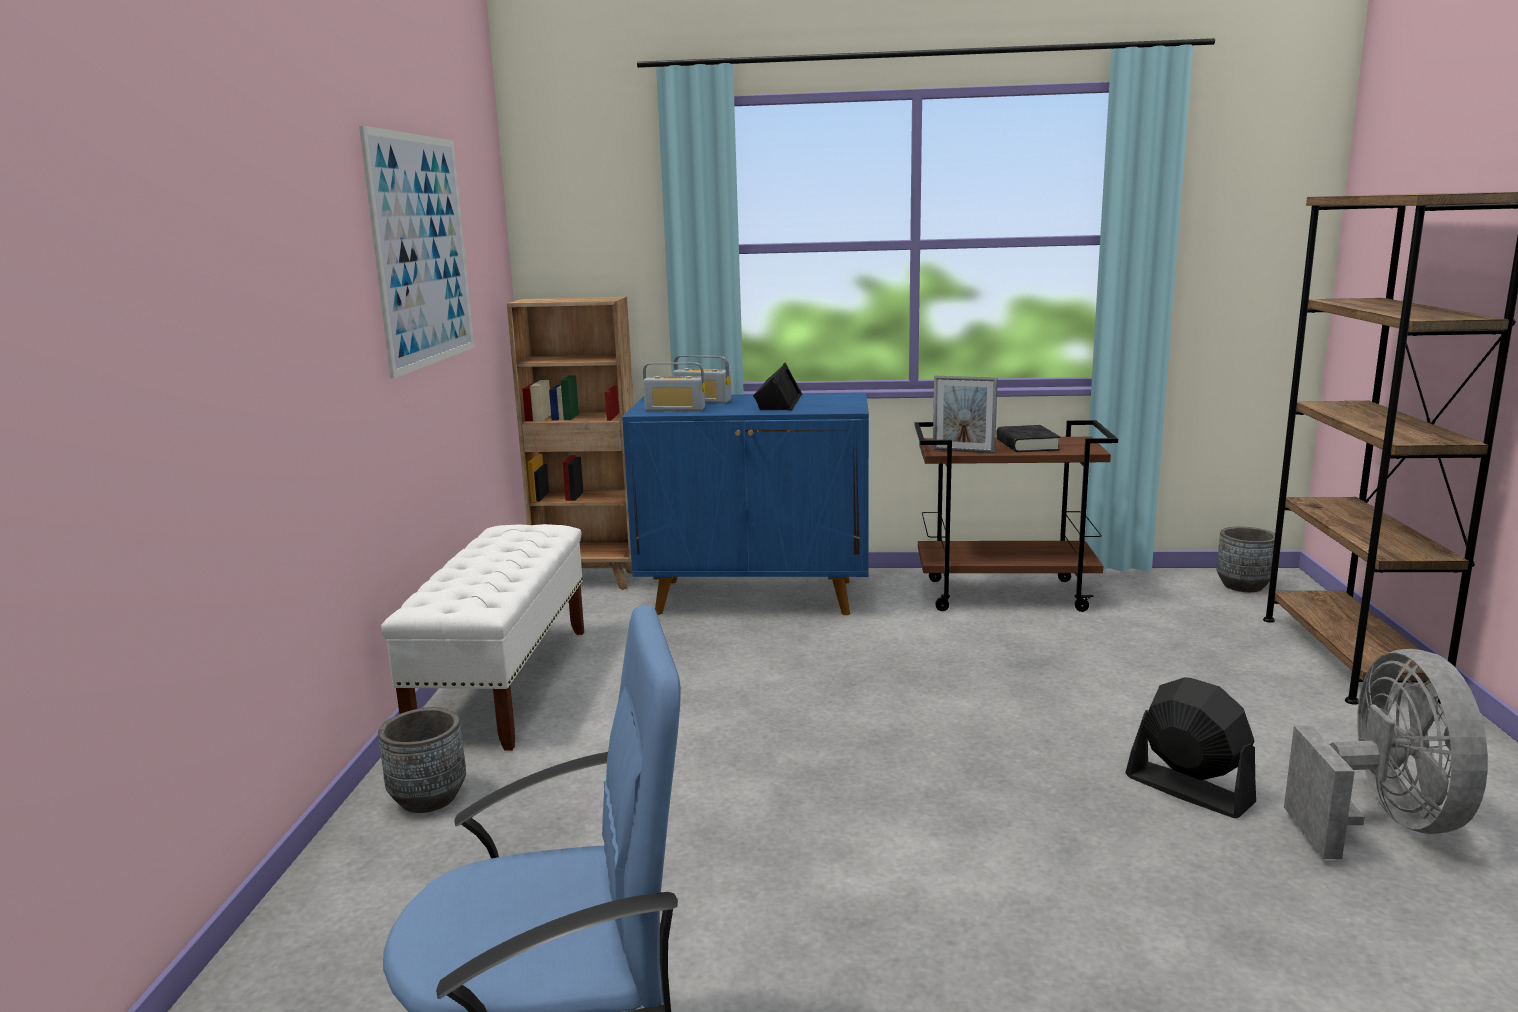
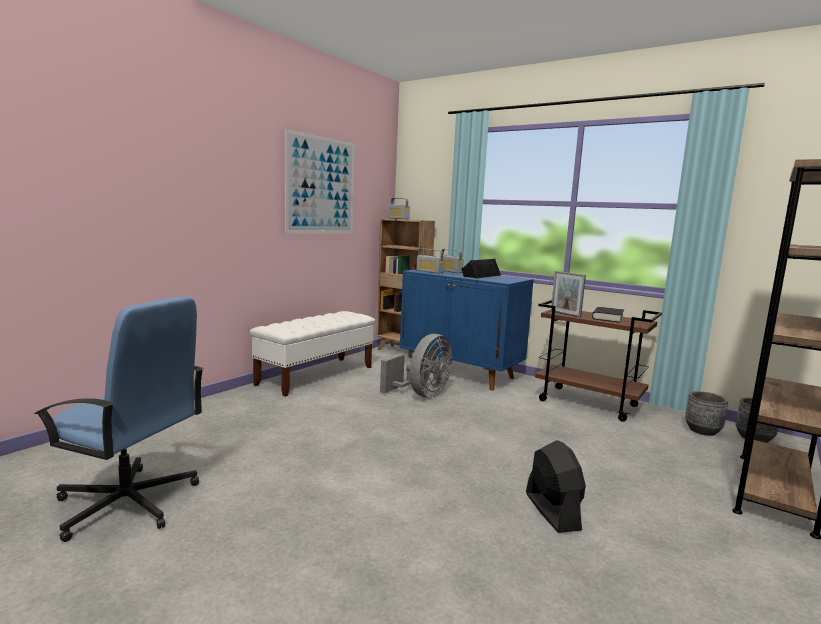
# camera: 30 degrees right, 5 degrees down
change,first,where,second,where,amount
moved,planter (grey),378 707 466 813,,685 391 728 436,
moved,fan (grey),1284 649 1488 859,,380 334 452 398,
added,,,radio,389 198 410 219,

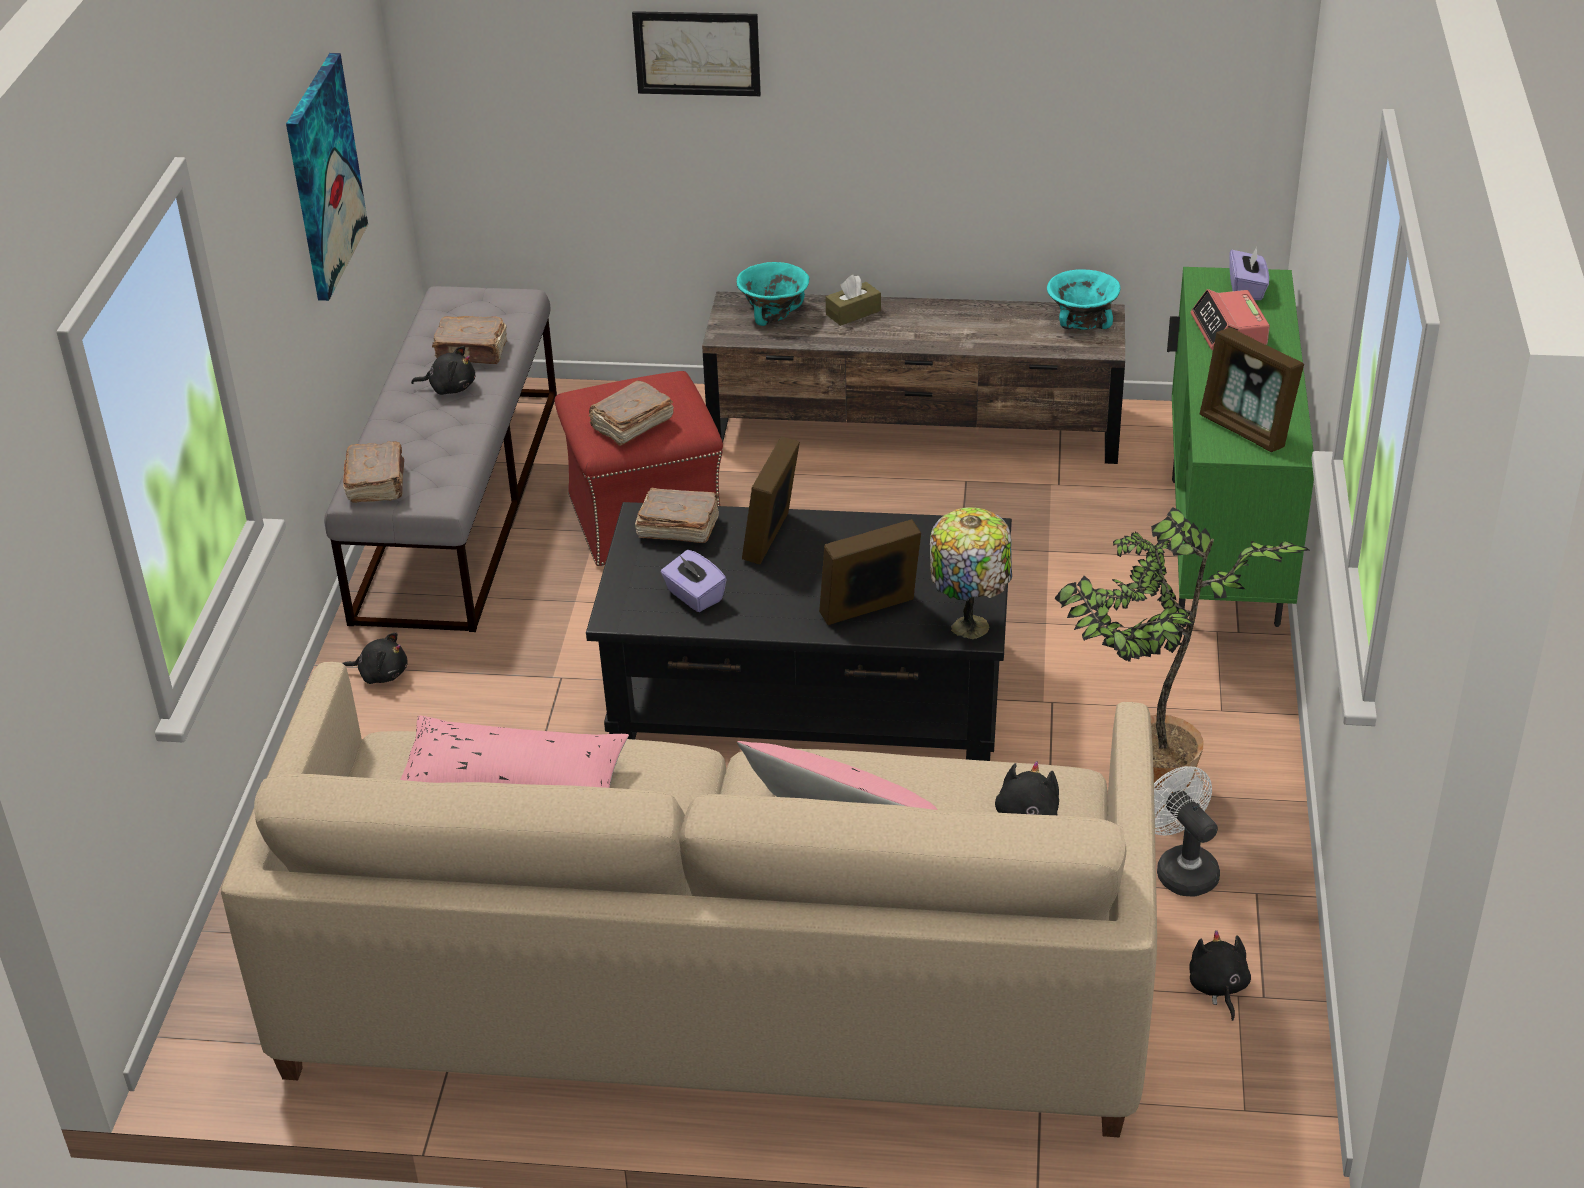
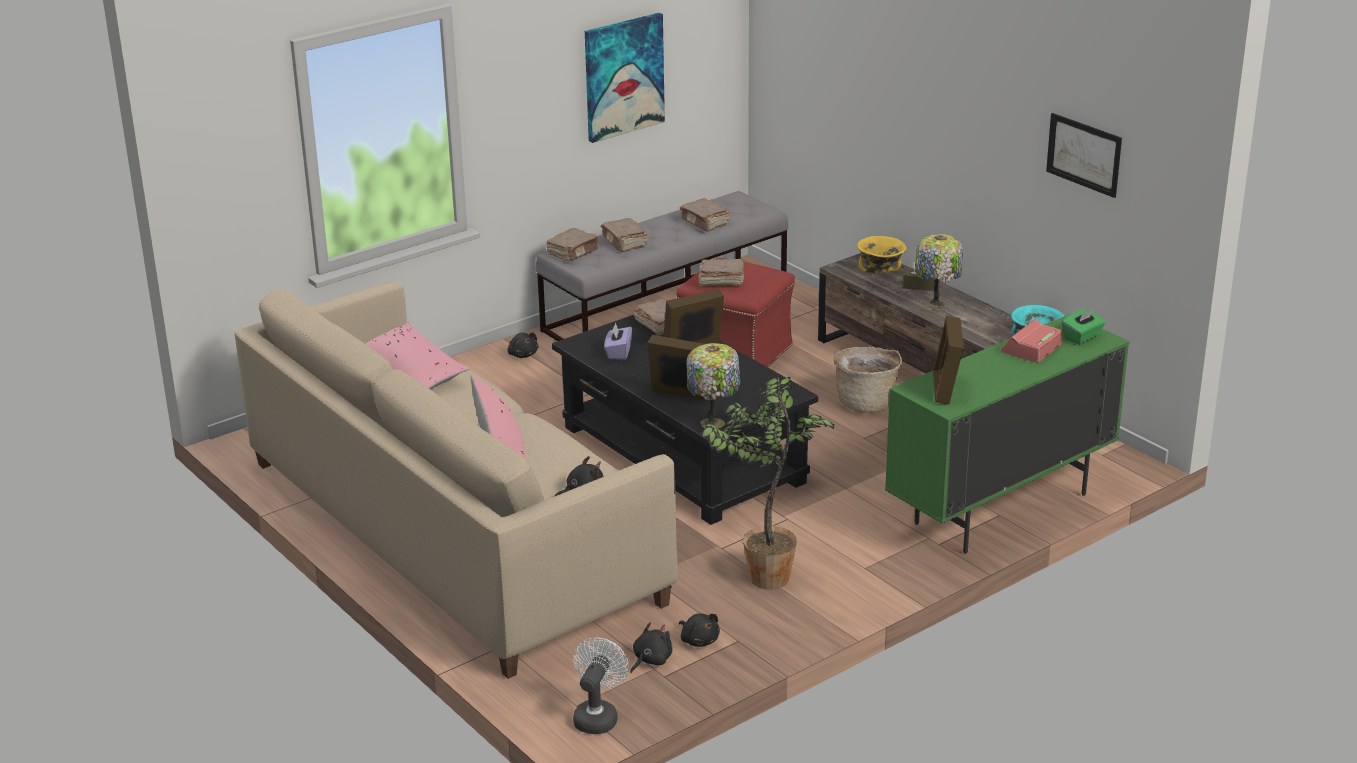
# camera: 45 degrees right, 10 degrees down
change,first,where,second,where,amount
moved,plush toy (black),411 346 475 395,,679 613 720 647,
moved,picture,632 11 761 96,,1046 113 1122 198,
recoloured,bowl (turquoise),737 262 810 326,bowl (yellow),857 236 907 273,
moved,fan (white),1154 766 1220 896,,573 638 629 734,
recoloured,tissue box (purple),1230 246 1269 300,tissue box (green),1062 309 1106 345,
added,,,book (brown),601 218 648 252,
added,,,basket,833 347 902 413,
added,,,table lamp,915 234 963 309,

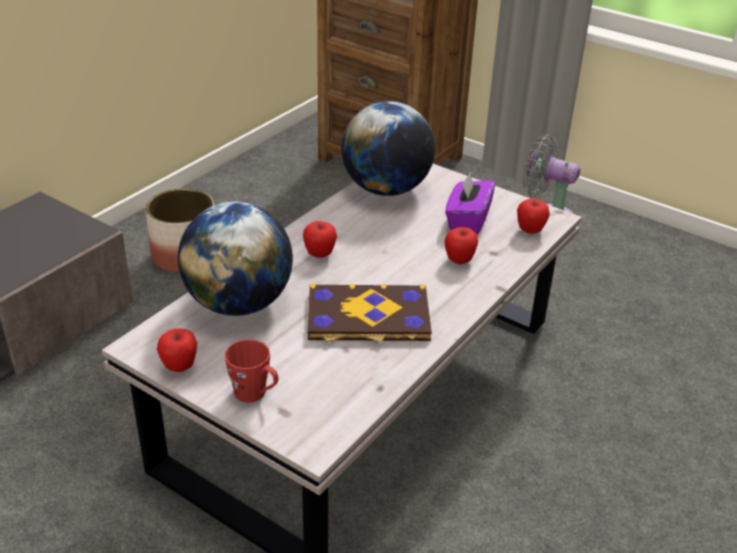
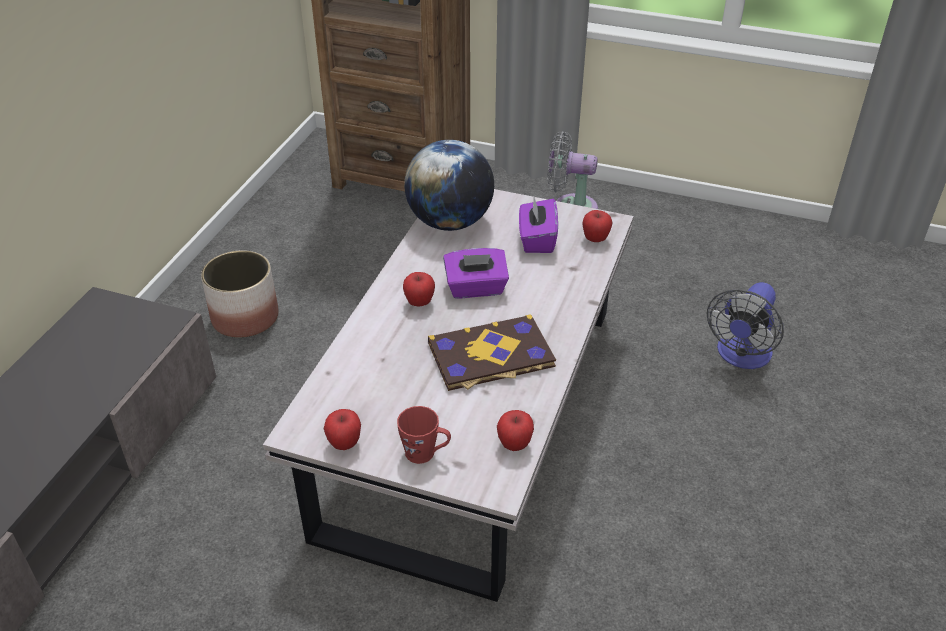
# camera: 15 degrees left, 5 degrees up
change,first,where,second,where,amount
removed,globe,178 202 293 316,,,
moved,apple,444 227 478 264,,497 410 534 451,
added,,,tissue box (purple),443 248 509 298,
added,,,fan,707 282 784 369,

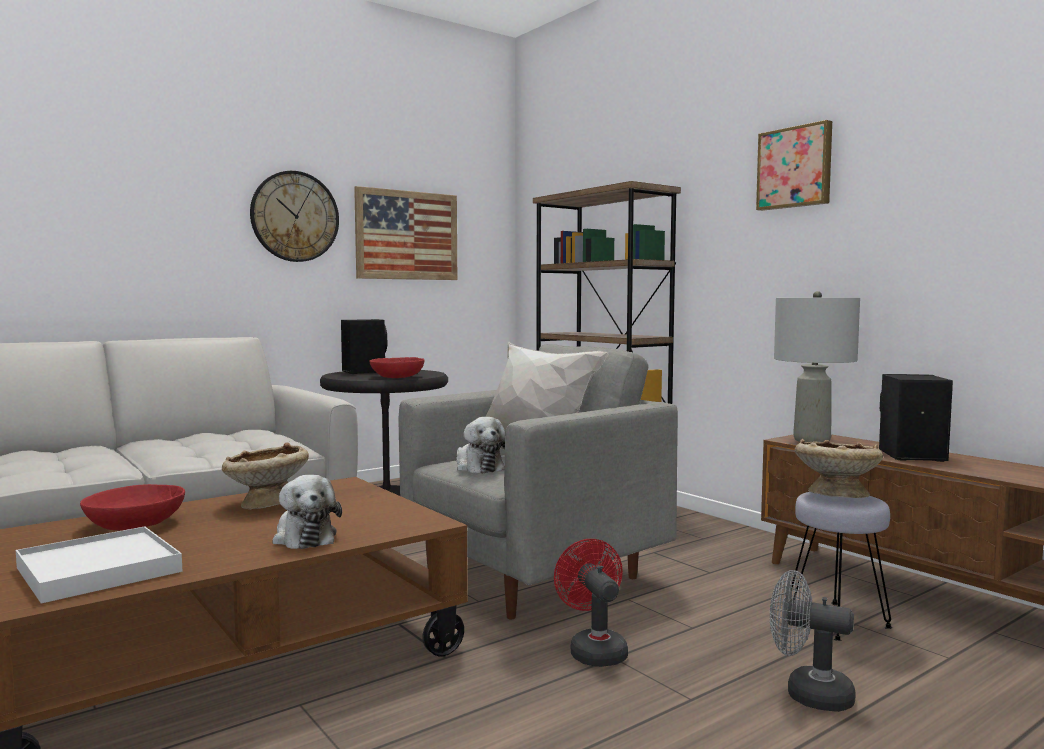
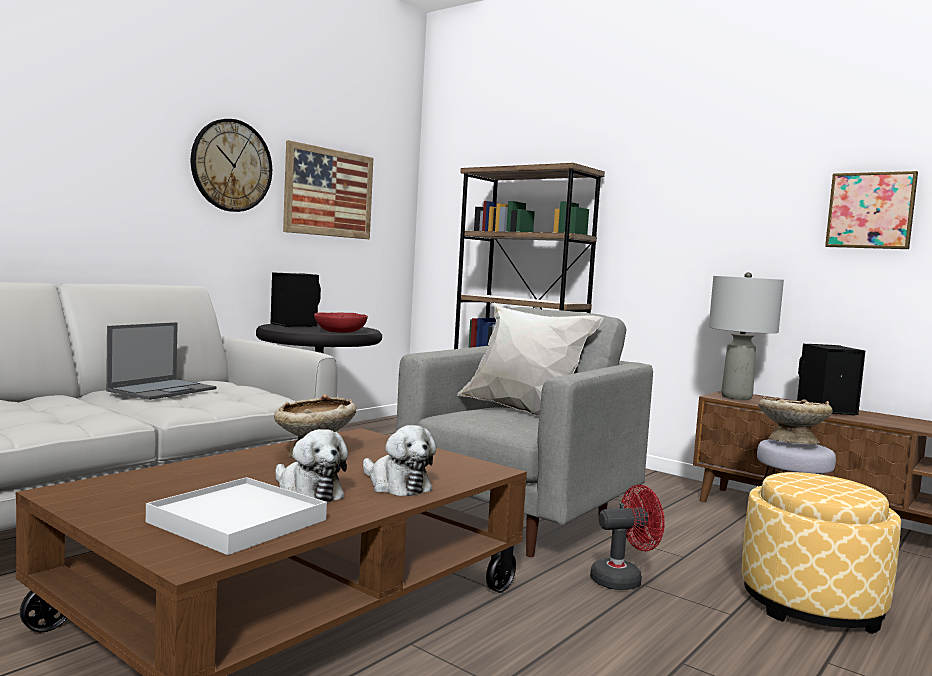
# camera: 15 degrees left, 0 degrees up
change,first,where,second,where,amount
removed,bowl (red),80 484 185 531,,,
moved,plush toy,457 417 505 473,,275 429 348 502,
turned,fan (red),554 539 628 667,,590 485 665 590,105 degrees clockwise
moved,picture,756 120 832 211,,825 171 918 249,
replaced,fan (grey),770 570 856 712,ottoman,741 472 901 634,
added,,,laptop,106 322 217 400,

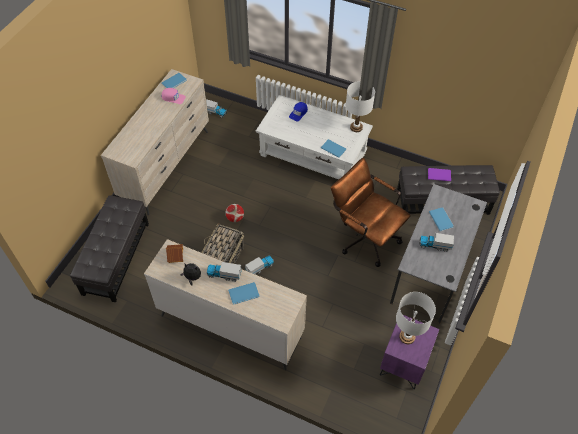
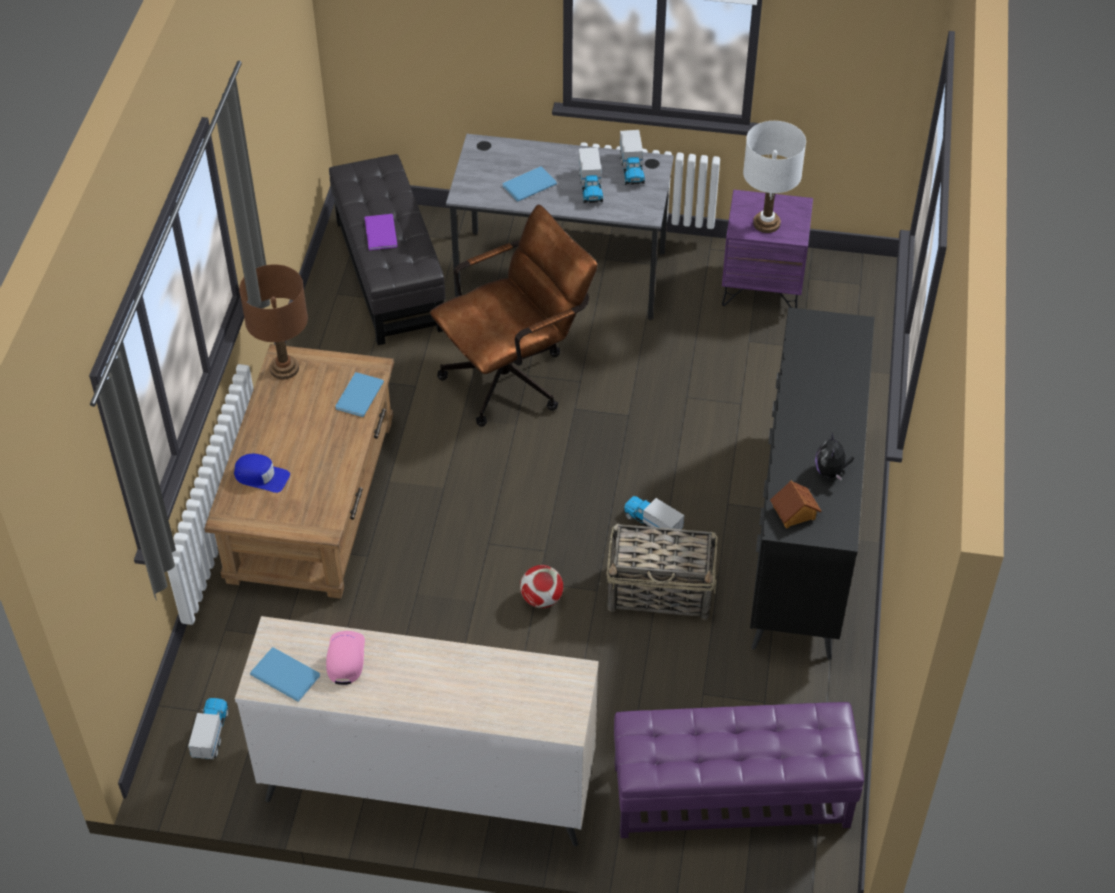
# camera: 105 degrees left, 5 degrees down
change,first,where,second,where,amount
recoloured,ottoman (black),70 195 149 302,ottoman (purple),614 702 864 838,
recoloured,dresser (beige),144 239 307 370,dresser (black),750 307 874 660,
moved,toy truck,207 262 242 282,,620 130 645 185,
removed,book (blue),228 282 260 305,,,
recoloured,coffee table (white),256 95 373 180,coffee table (brown),204 344 394 599,
turned,office chair (brown),331 158 411 267,,430 205 598 427,150 degrees counterclockwise
recoloured,table lamp (white),346 81 375 132,table lamp (brown),239 264 308 380,

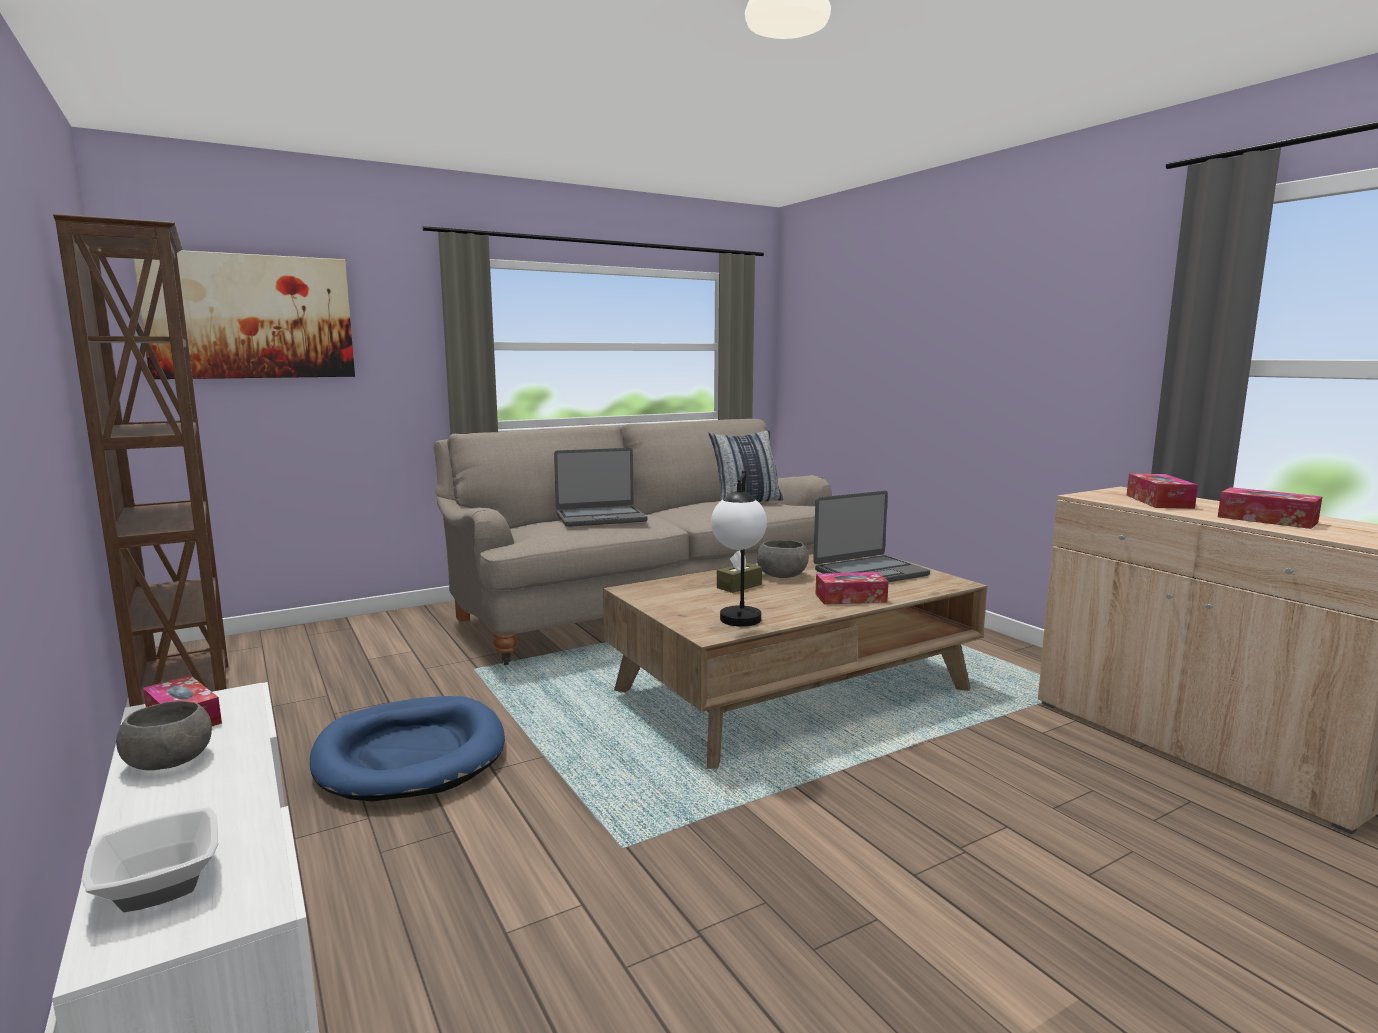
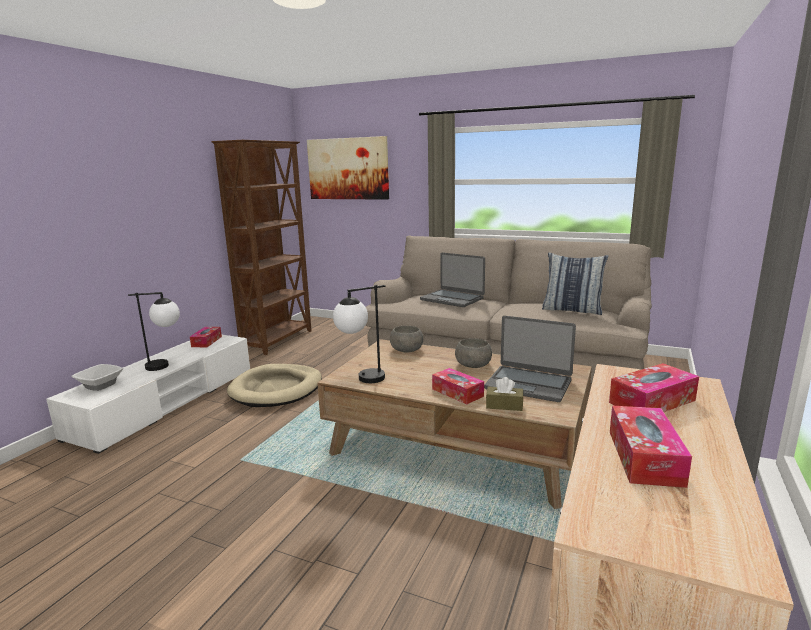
# camera: 55 degrees right, 5 degrees up
change,first,where,second,where,amount
moved,bowl (grey),116 701 212 770,,390 326 423 353,
recoloured,dog bed (blue),310 696 505 802,dog bed (beige),227 364 322 407,
moved,tissue box (brown),717 551 762 593,,486 377 523 411,
added,,,table lamp,128 292 180 371,

